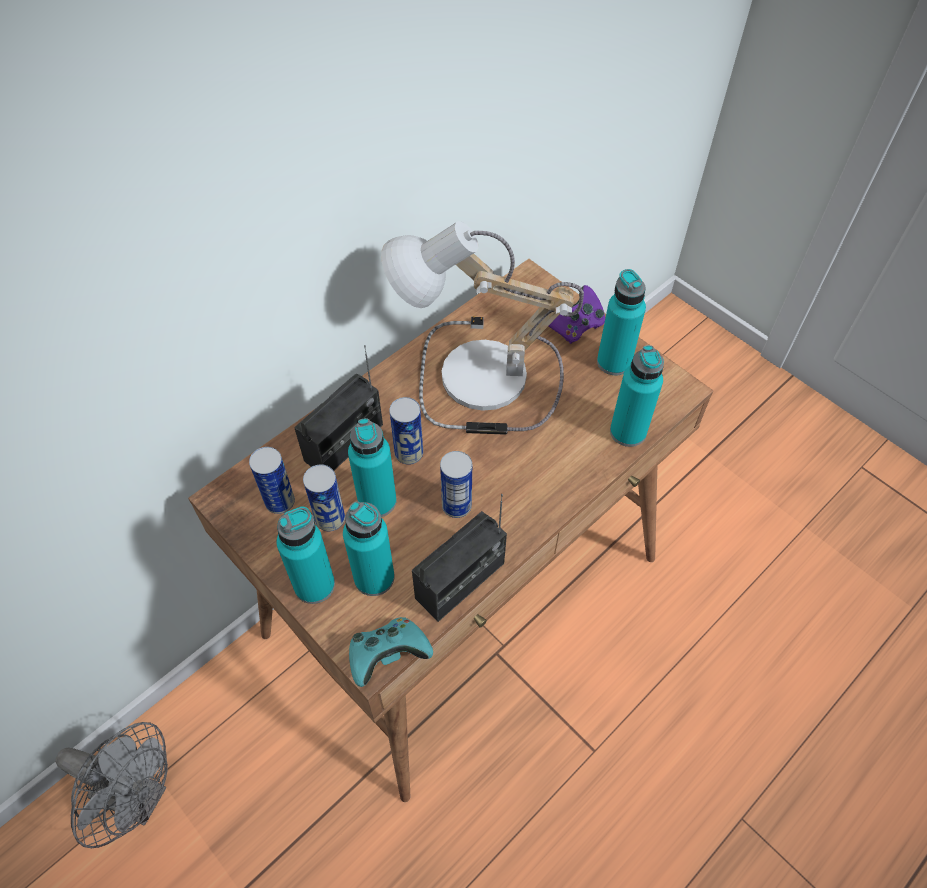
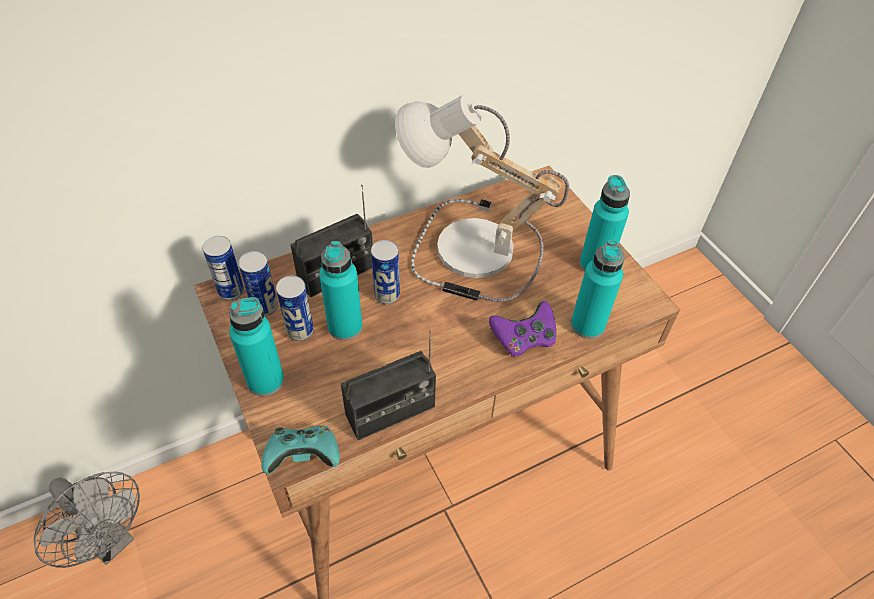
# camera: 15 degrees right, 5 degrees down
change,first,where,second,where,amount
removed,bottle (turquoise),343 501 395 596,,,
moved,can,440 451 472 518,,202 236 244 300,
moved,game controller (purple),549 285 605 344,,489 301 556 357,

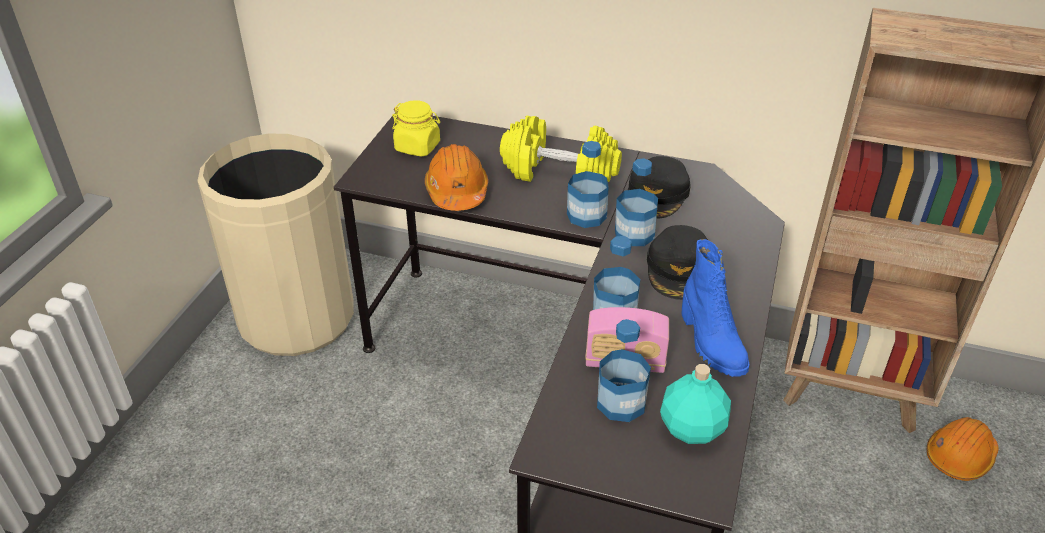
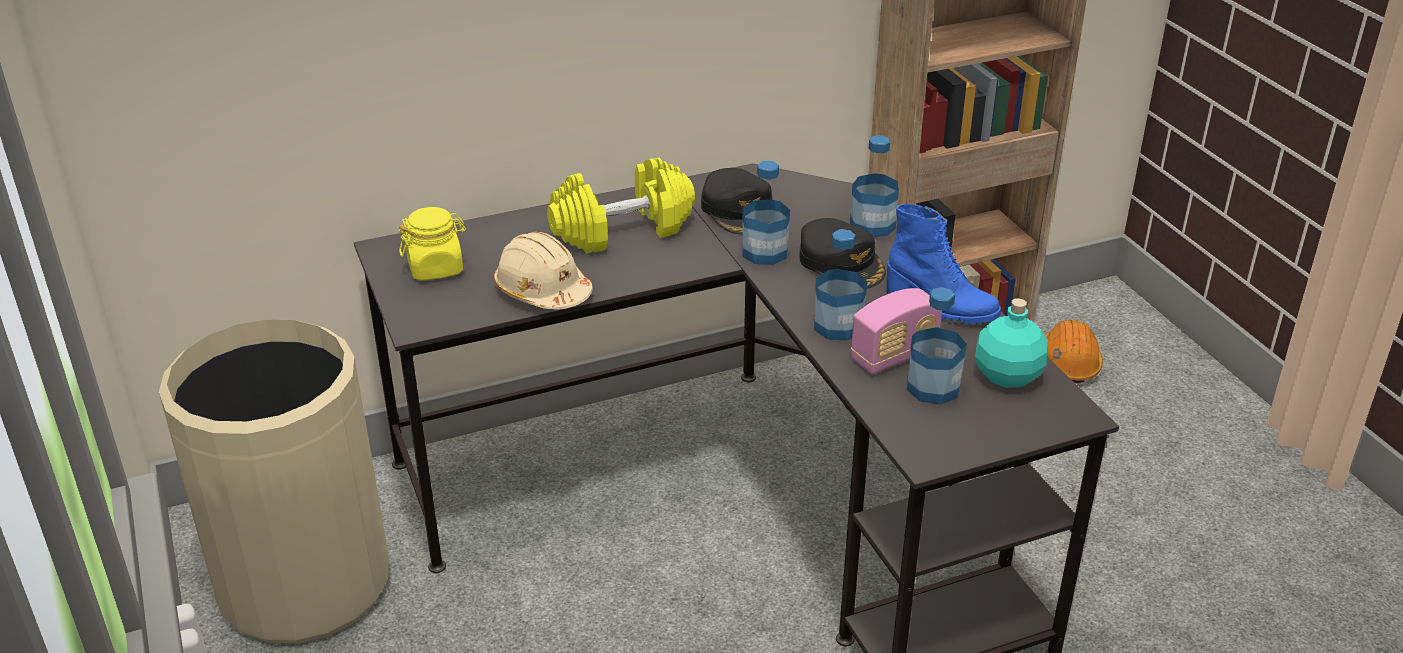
# camera: 40 degrees left, 5 degrees down
change,first,where,second,where,amount
recoloured,hard hat (orange),425 144 488 211,hard hat (beige),493 232 593 310,
moved,bottle,567 141 609 228,,850 135 899 237,

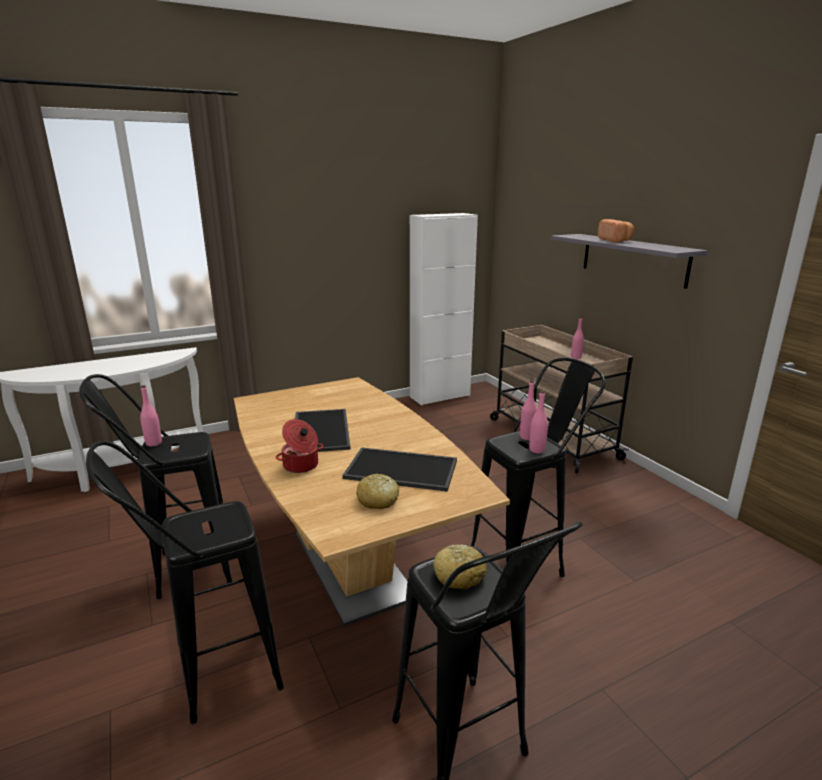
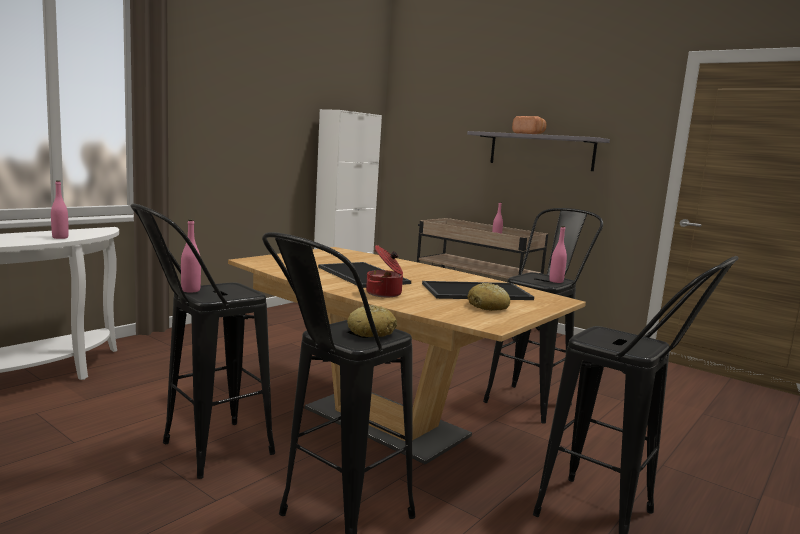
# camera: 25 degrees left, 10 degrees down
change,first,where,second,where,amount
moved,bread,433 544 487 589,,347 305 397 337,
moved,bottle (pink),520 380 537 440,,51 180 69 239,

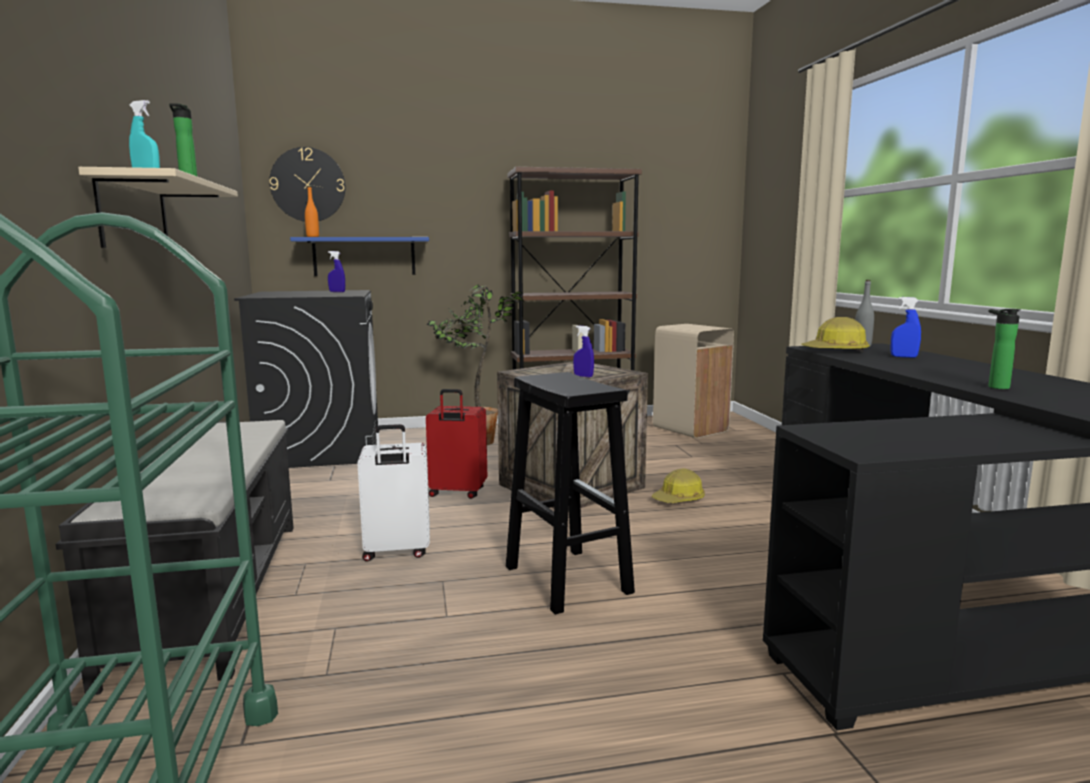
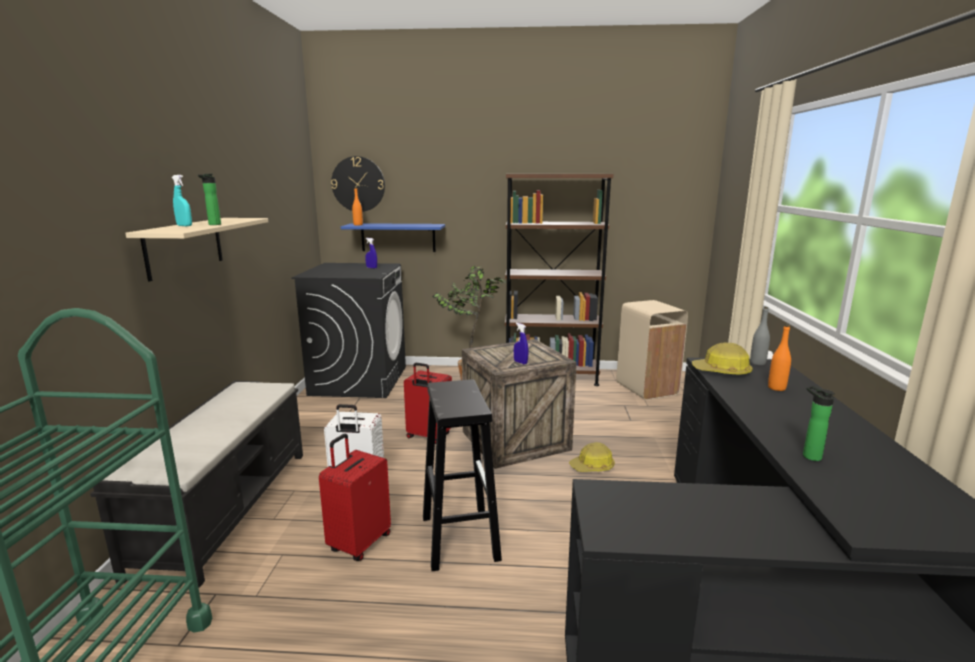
# camera: 15 degrees right, 5 degrees up
change,first,where,second,where,amount
replaced,spray bottle (blue),891 297 921 358,bottle (orange),768 325 791 391,
added,,,suitcase (red),319 434 391 561,

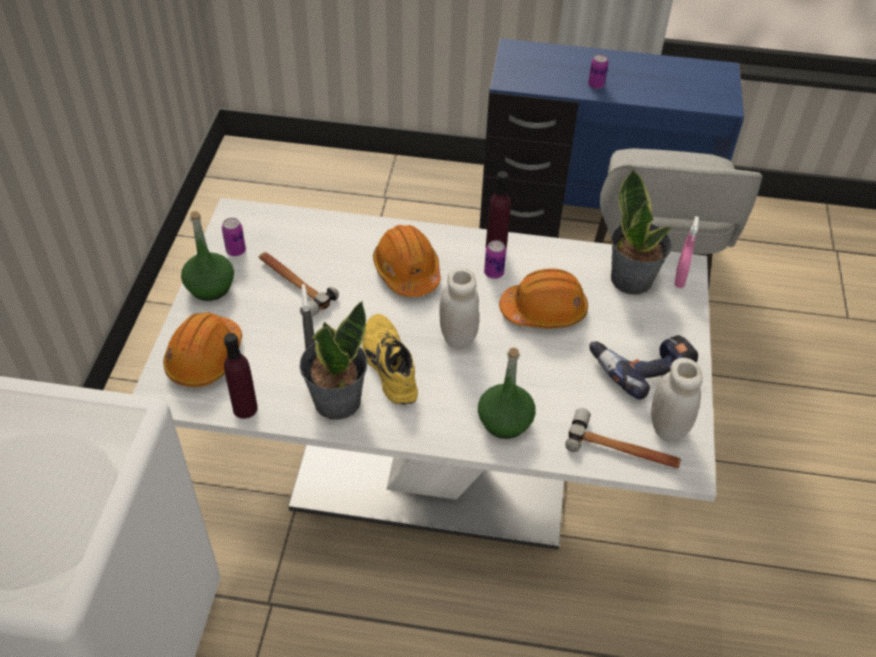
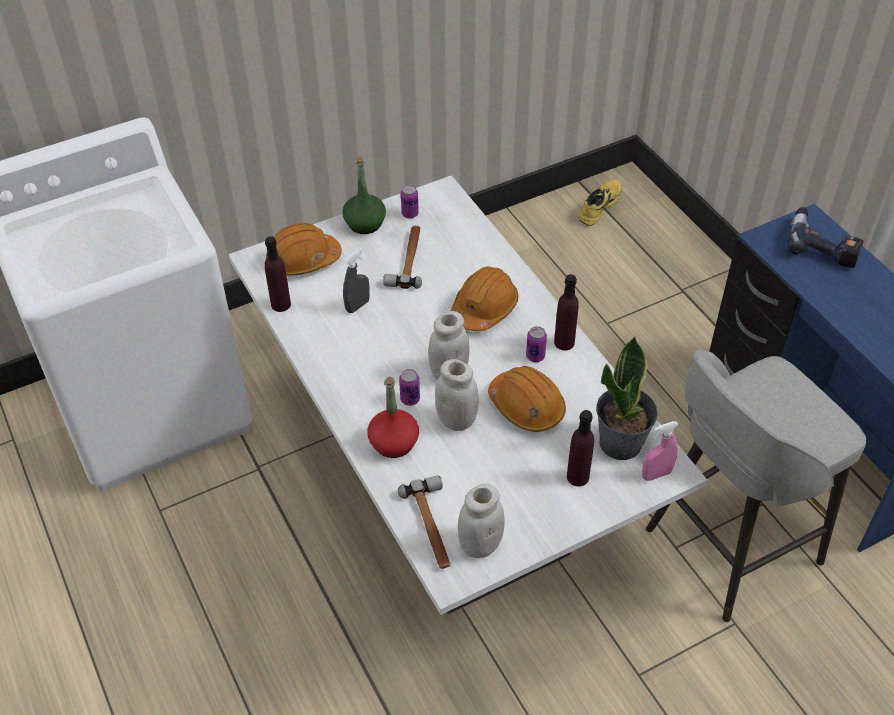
# camera: 55 degrees right, 0 degrees up
change,first,where,second,where,amount
removed,potted plant,299 300 368 420,,,
moved,shoe (yellow),362 314 418 405,,579 179 622 226,
recoloured,bottle (green),478 347 536 439,bottle (red),367 377 419 458,
moved,can,588 54 609 89,,399 369 420 406,
moved,power drill,589 335 698 400,,787 207 864 268,
added,,,jar (white),435 359 479 431,
added,,,bottle (purple),567 410 594 486,

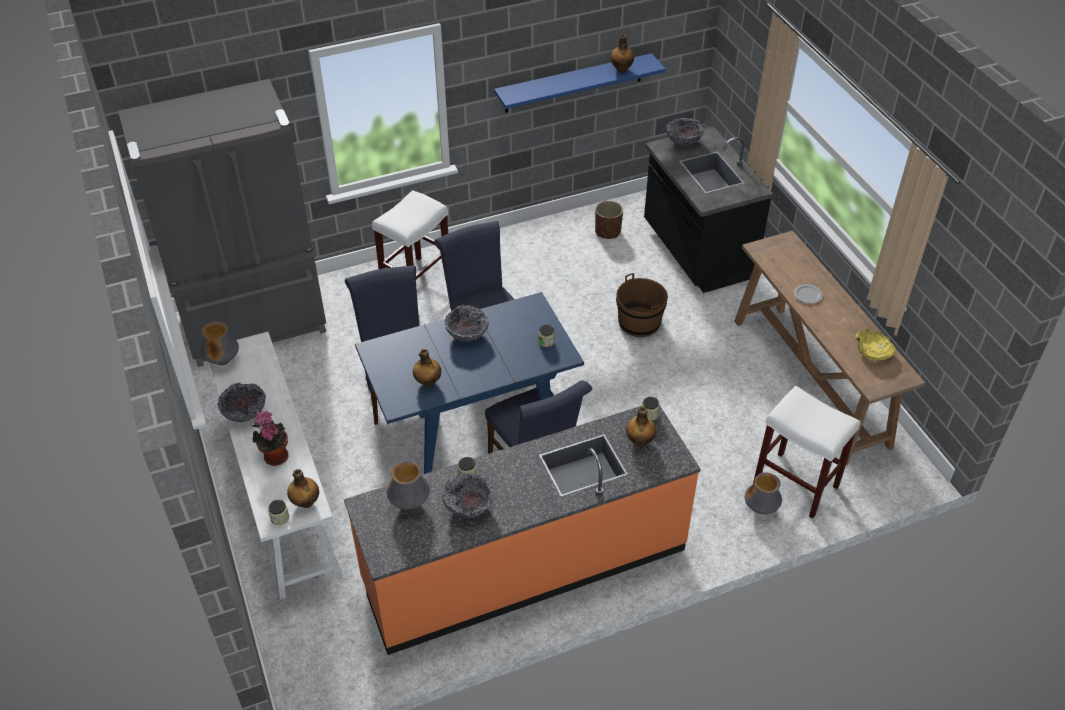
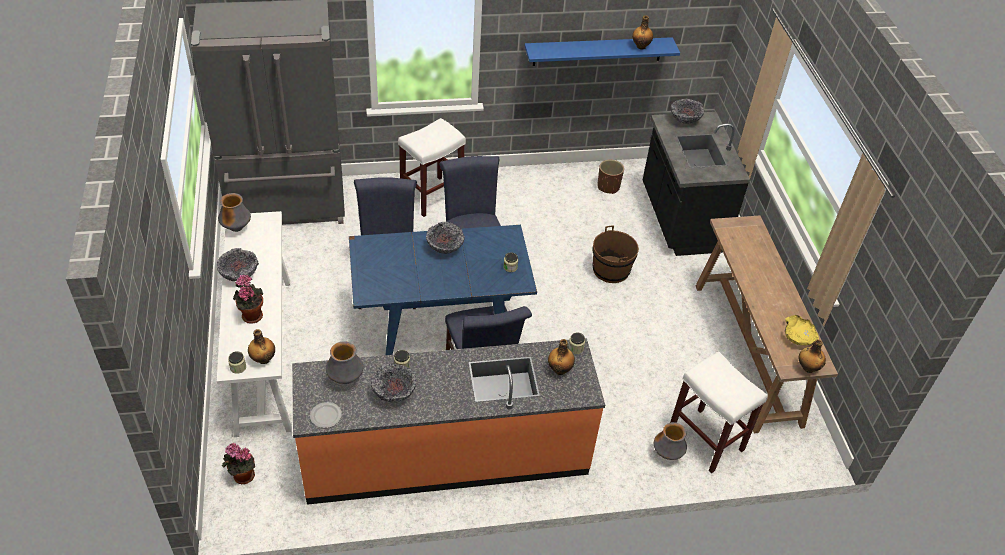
# camera: 10 degrees right, 0 degrees up
change,first,where,second,where,amount
moved,bottle,413 349 441 387,,798 339 826 373,
moved,plate,794 284 823 304,,310 402 342 428,
added,,,potted plant,222 443 255 484,

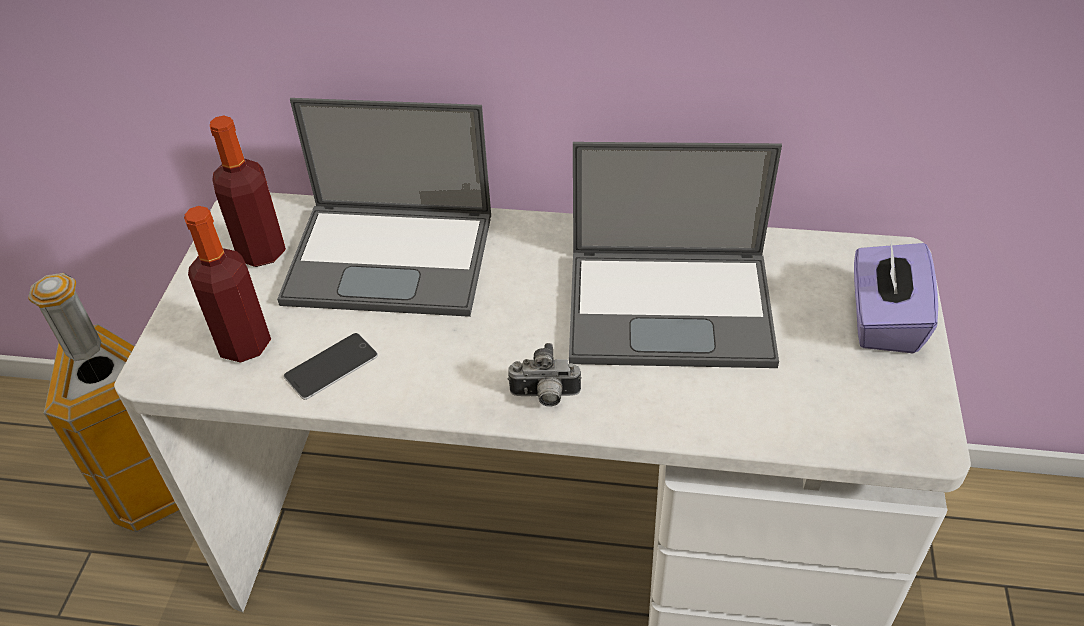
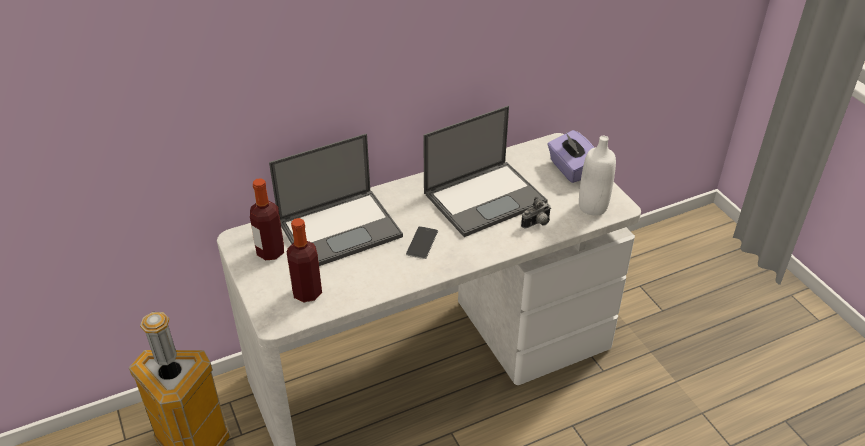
# camera: 35 degrees left, 5 degrees down
change,first,where,second,where,amount
moved,phone,284 333 378 400,,406 226 438 259,
moved,photo camera,508 343 581 406,,521 196 551 229,
added,,,bottle (white),579 136 616 216,

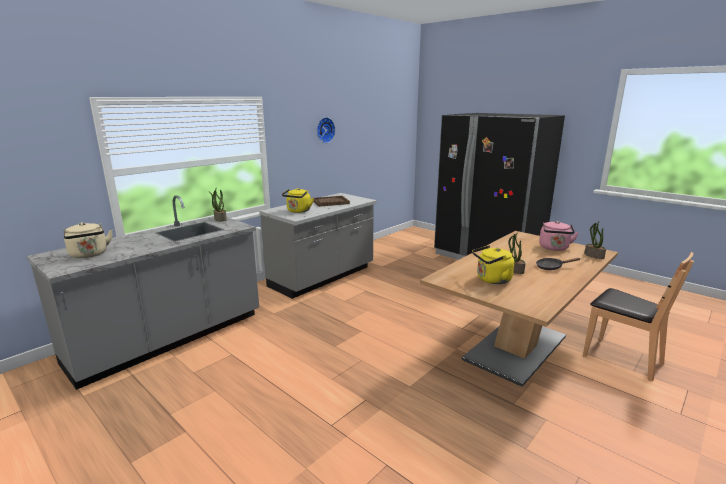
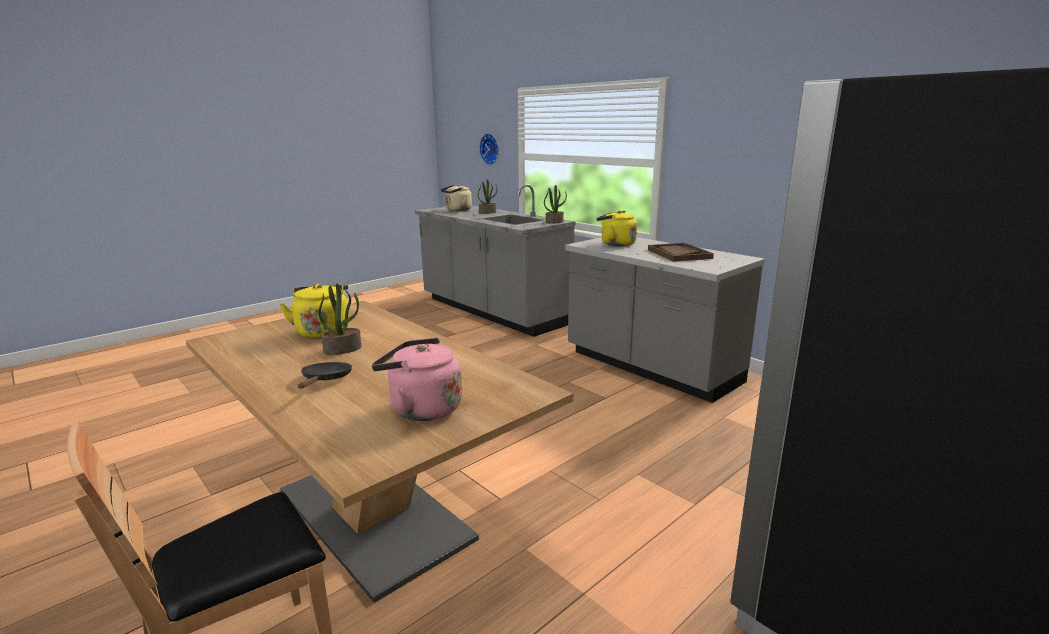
# camera: 95 degrees right, 0 degrees up
change,first,where,second,where,amount
moved,wall clock,317 117 335 143,,479 133 499 165,
moved,potted plant,584 221 606 259,,478 179 497 214,

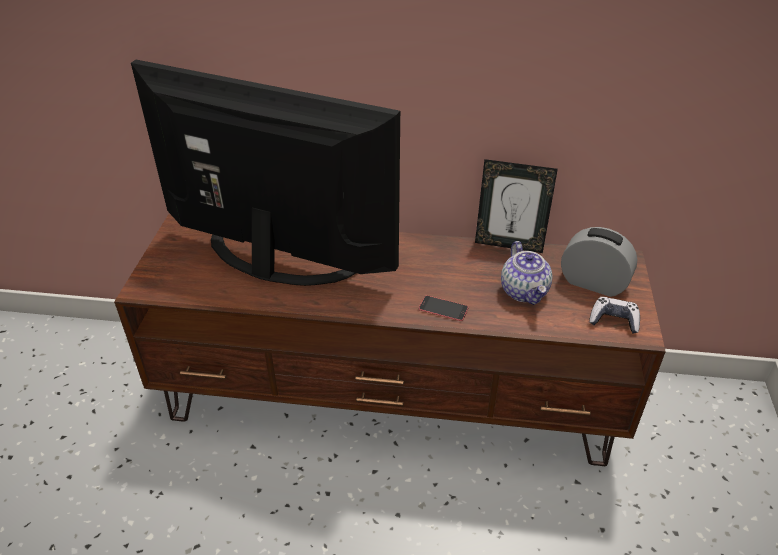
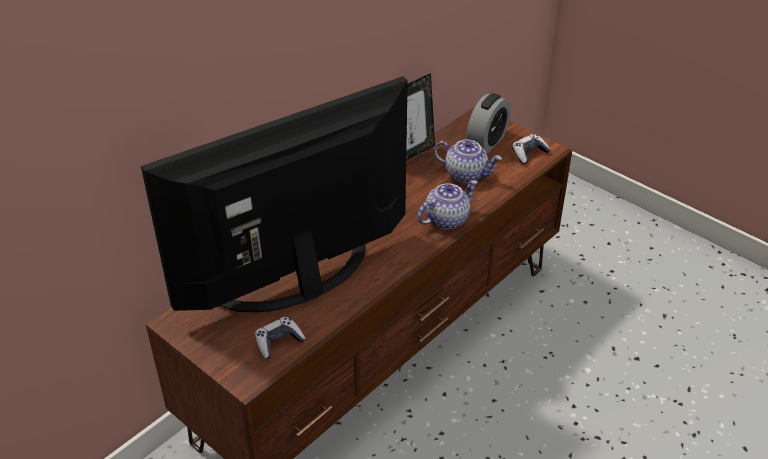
# camera: 55 degrees left, 0 degrees up
change,first,where,second,where,amount
replaced,phone,419 295 468 321,teapot,417 180 478 229,
turned,alarm clock,561 227 638 297,,466 93 511 154,150 degrees clockwise
added,,,game controller,255 317 306 359,

